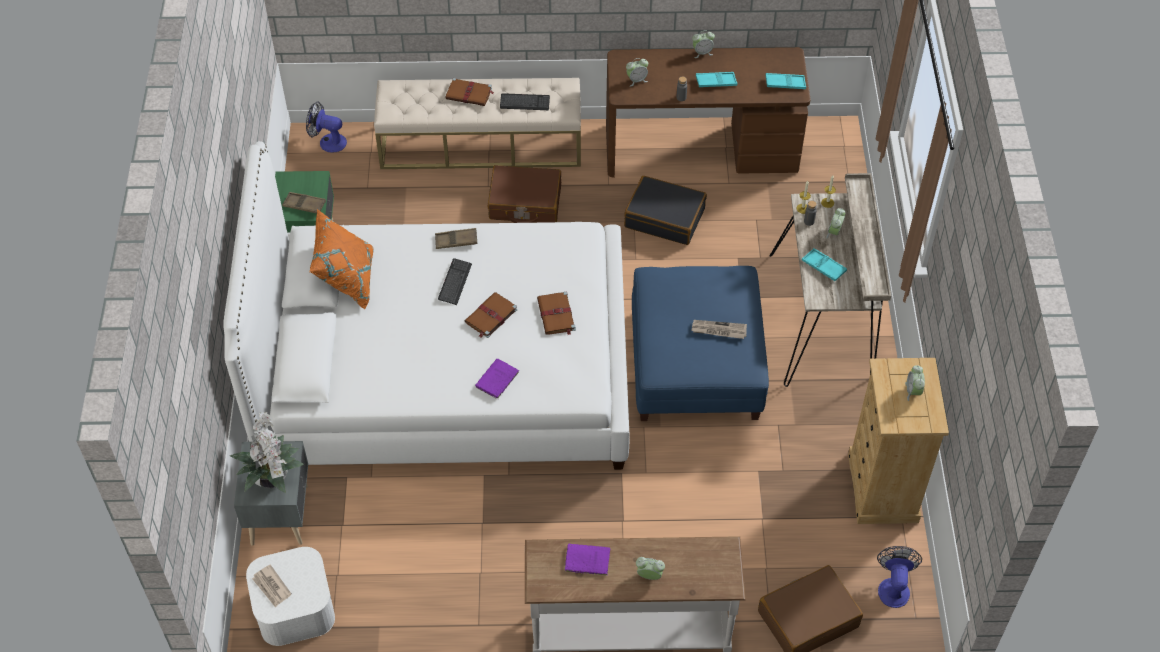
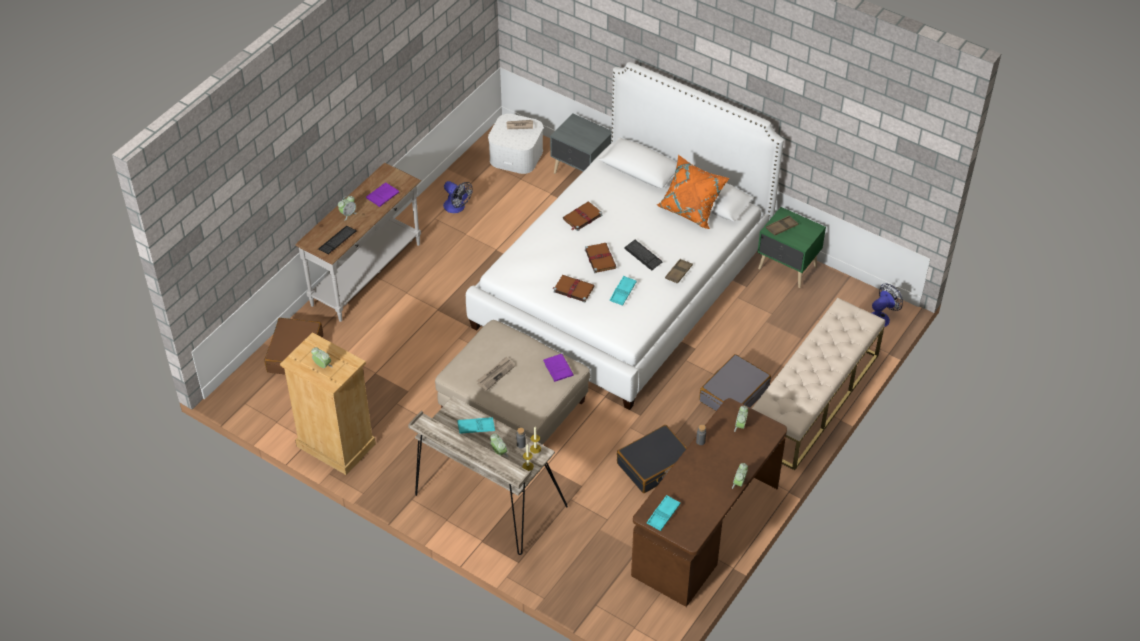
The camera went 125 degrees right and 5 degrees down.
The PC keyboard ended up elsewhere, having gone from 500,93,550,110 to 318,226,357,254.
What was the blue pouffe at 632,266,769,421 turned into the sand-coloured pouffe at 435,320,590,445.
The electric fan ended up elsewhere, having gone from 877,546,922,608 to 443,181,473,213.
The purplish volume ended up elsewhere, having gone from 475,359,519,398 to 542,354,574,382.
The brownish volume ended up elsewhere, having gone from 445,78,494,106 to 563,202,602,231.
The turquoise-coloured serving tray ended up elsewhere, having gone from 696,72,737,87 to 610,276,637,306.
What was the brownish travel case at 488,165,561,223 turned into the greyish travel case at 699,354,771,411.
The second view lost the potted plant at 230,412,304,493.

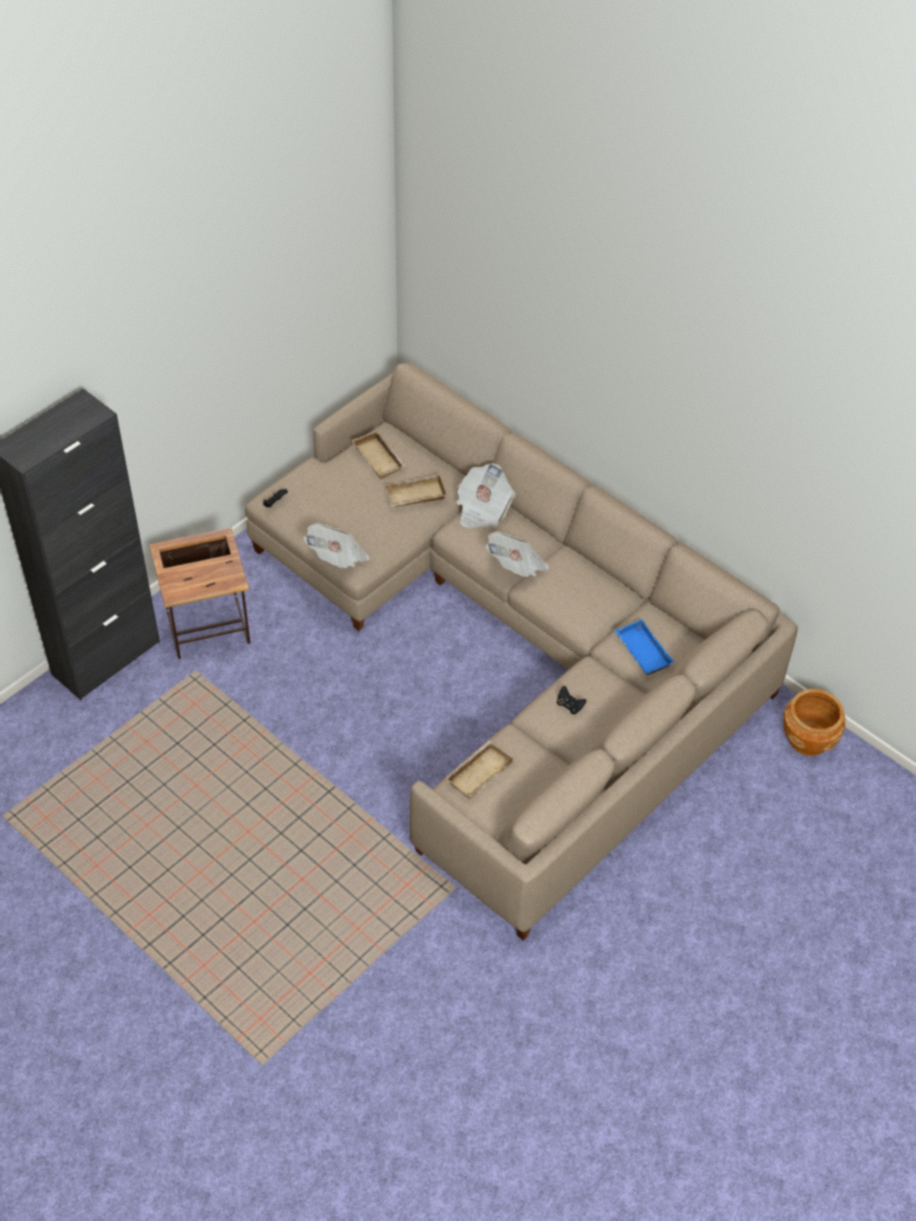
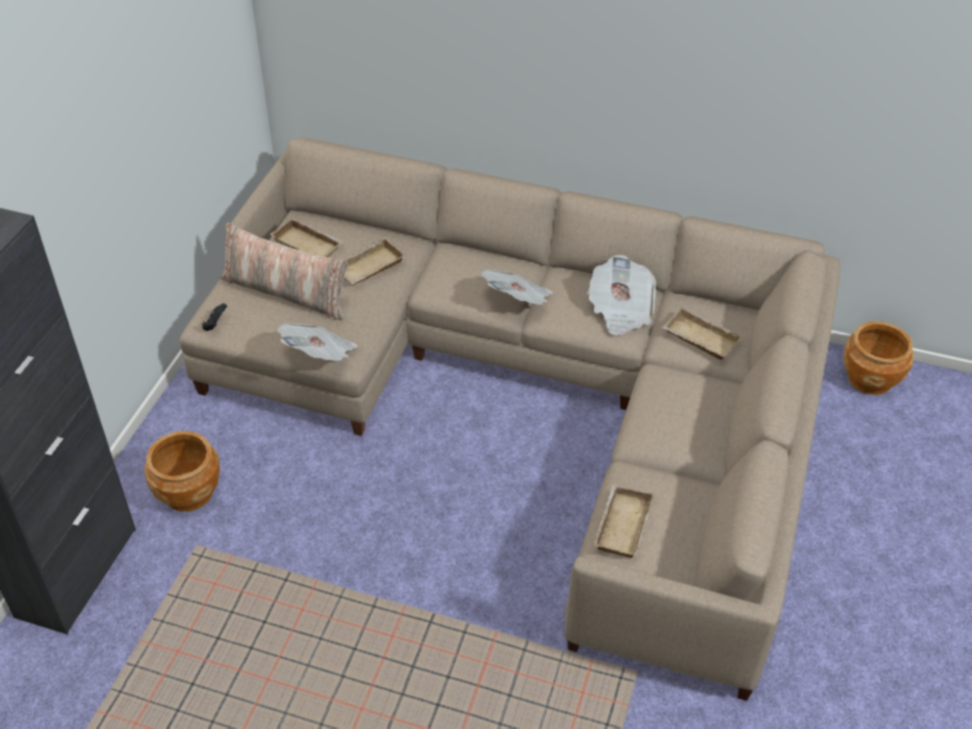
The camera went 25 degrees left and 5 degrees down.
Where the side table stood at 150,528,250,659, the brownish flower pot came to stand at 144,431,220,512.
The second view gained the pillow at 220,223,347,321.
The daily paper ended up elsewhere, having gone from 457,463,516,528 to 587,255,657,336.
What was the blue serving tray at 615,619,674,675 turned into the sand-coloured serving tray at 662,307,743,360.
The second view lost the blackish gamepad at 557,686,586,714.

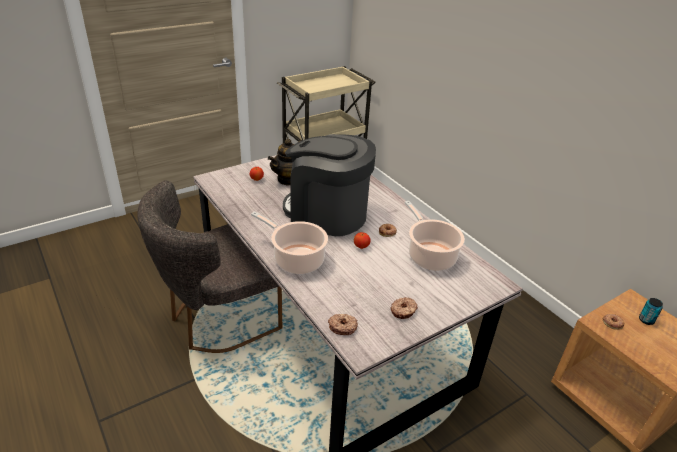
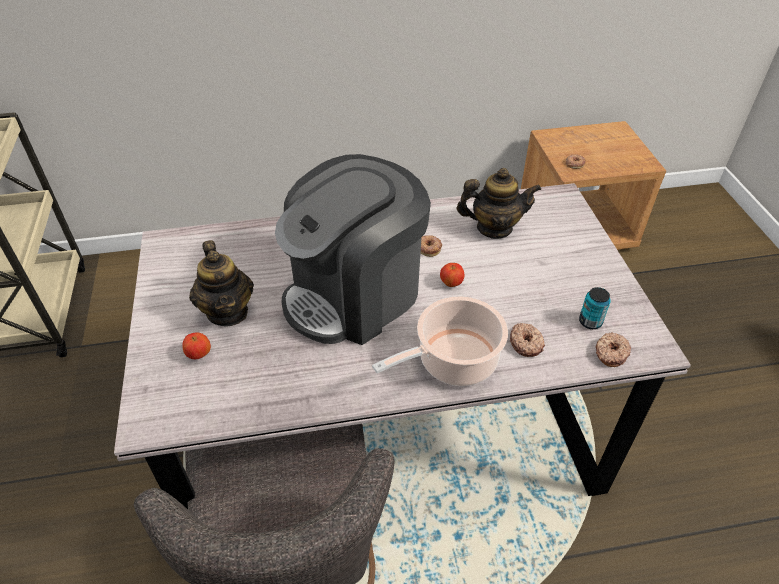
The camera went 65 degrees left and 10 degrees up.
Where the cooking pot stood at 405,201,465,271, the teapot came to stand at 457,168,541,239.
The ring doughnut ended up elsewhere, having gone from 390,297,418,319 to 510,323,545,357.
The metal can ended up elsewhere, having gone from 639,298,663,325 to 579,287,611,329.

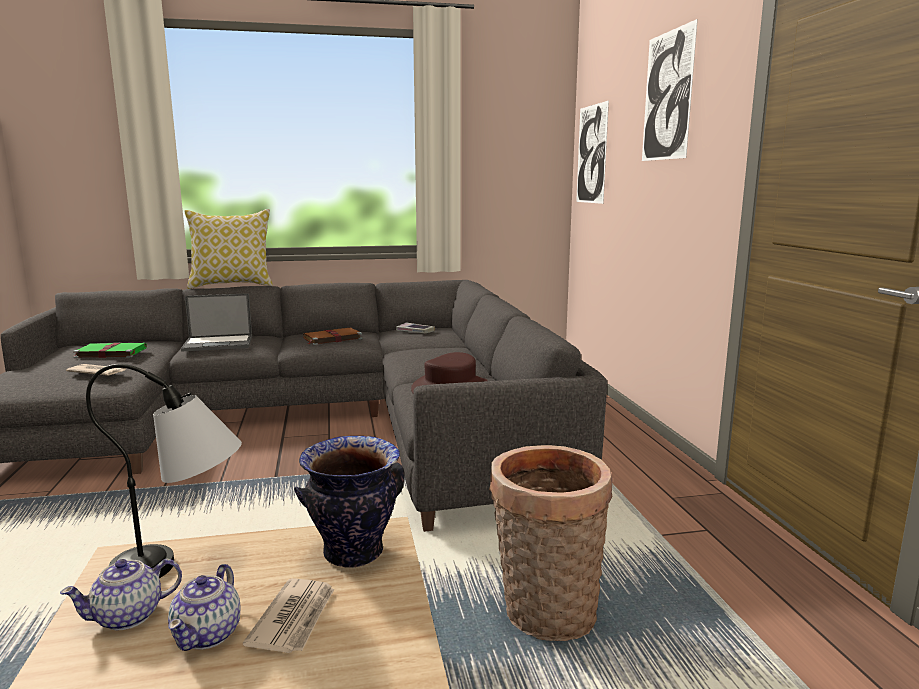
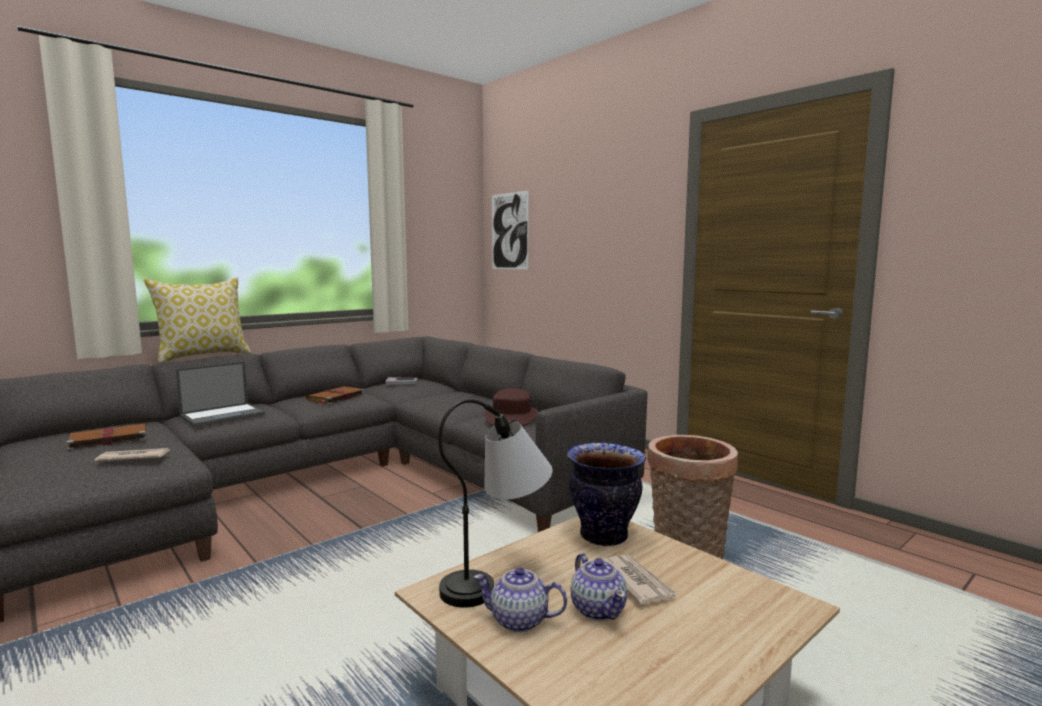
The camera went 30 degrees left and 5 degrees down.
What was the greenish volume at 73,343,147,358 turned into the brownish volume at 62,424,146,450.
The teapot at 60,559,182,630 ended up facing another way, 75 degrees clockwise from before.
The second view lost the wall picture at 642,19,698,161.

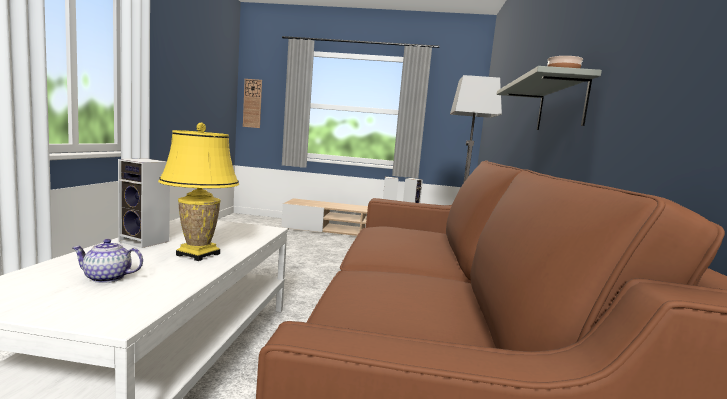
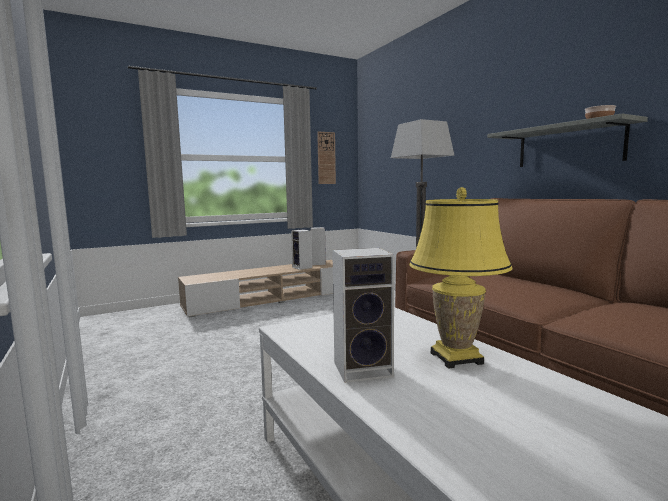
The camera went 35 degrees left and 0 degrees up.
The hanging clock ended up elsewhere, having gone from 243,79,262,128 to 317,131,336,184.
The second view lost the teapot at 72,239,143,283.

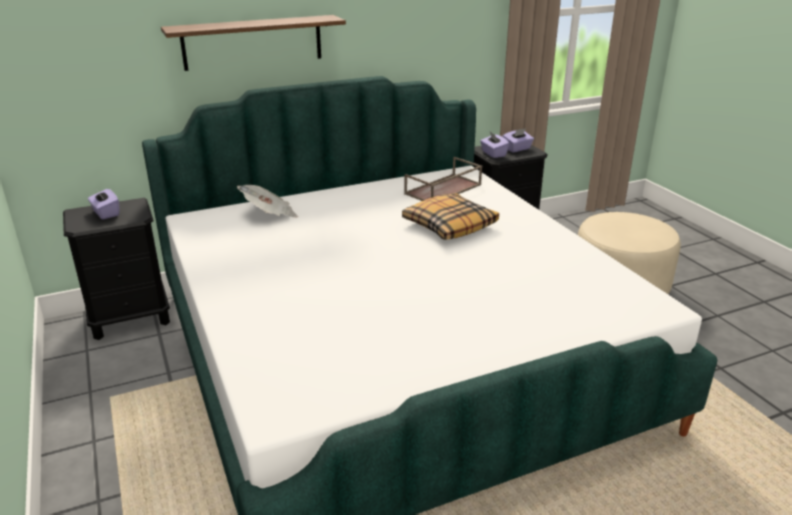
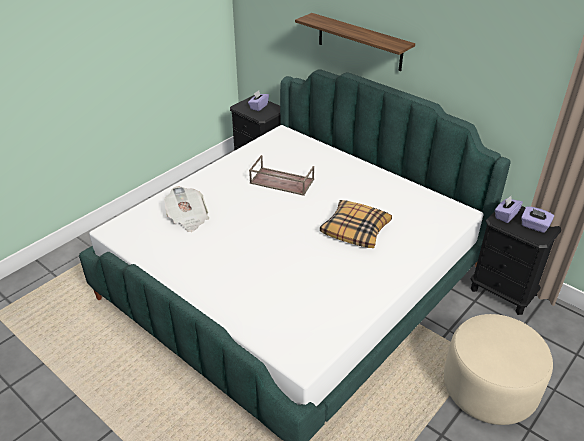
The camera went 65 degrees right and 10 degrees up.
The daily paper ended up elsewhere, having gone from 237,185,298,217 to 164,186,209,232.
The brownish serving tray ended up elsewhere, having gone from 404,157,482,201 to 249,155,314,196.

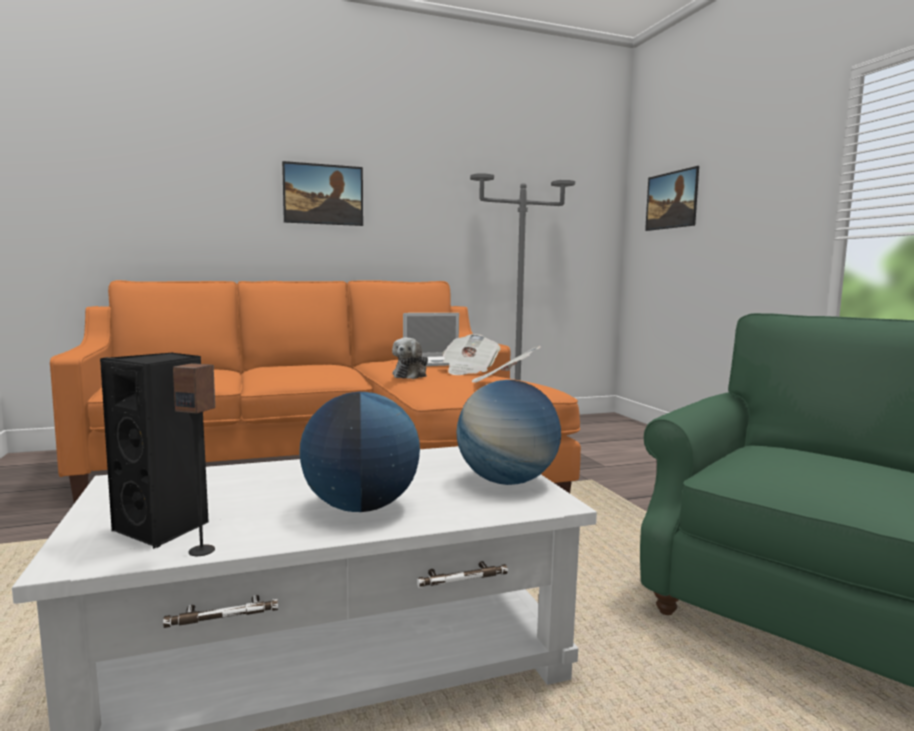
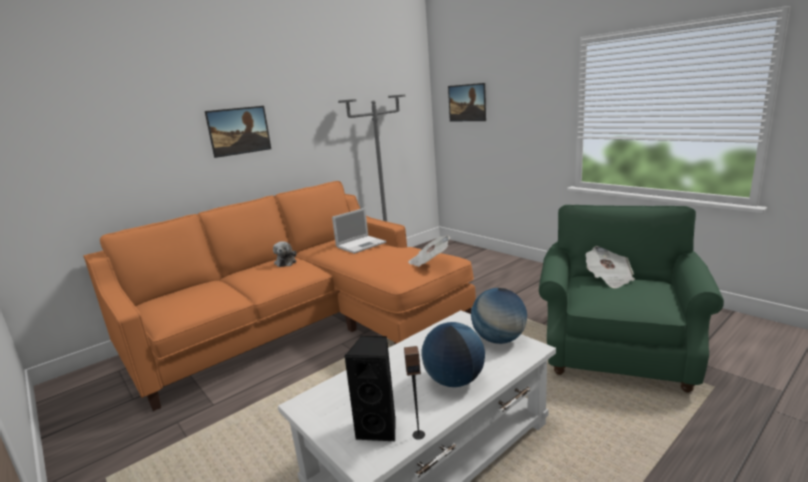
The camera went 20 degrees left and 10 degrees up.
The cuddly toy ended up elsewhere, having gone from 392,337,428,379 to 273,241,297,267.
The daily paper ended up elsewhere, having gone from 442,334,501,375 to 585,246,635,288.

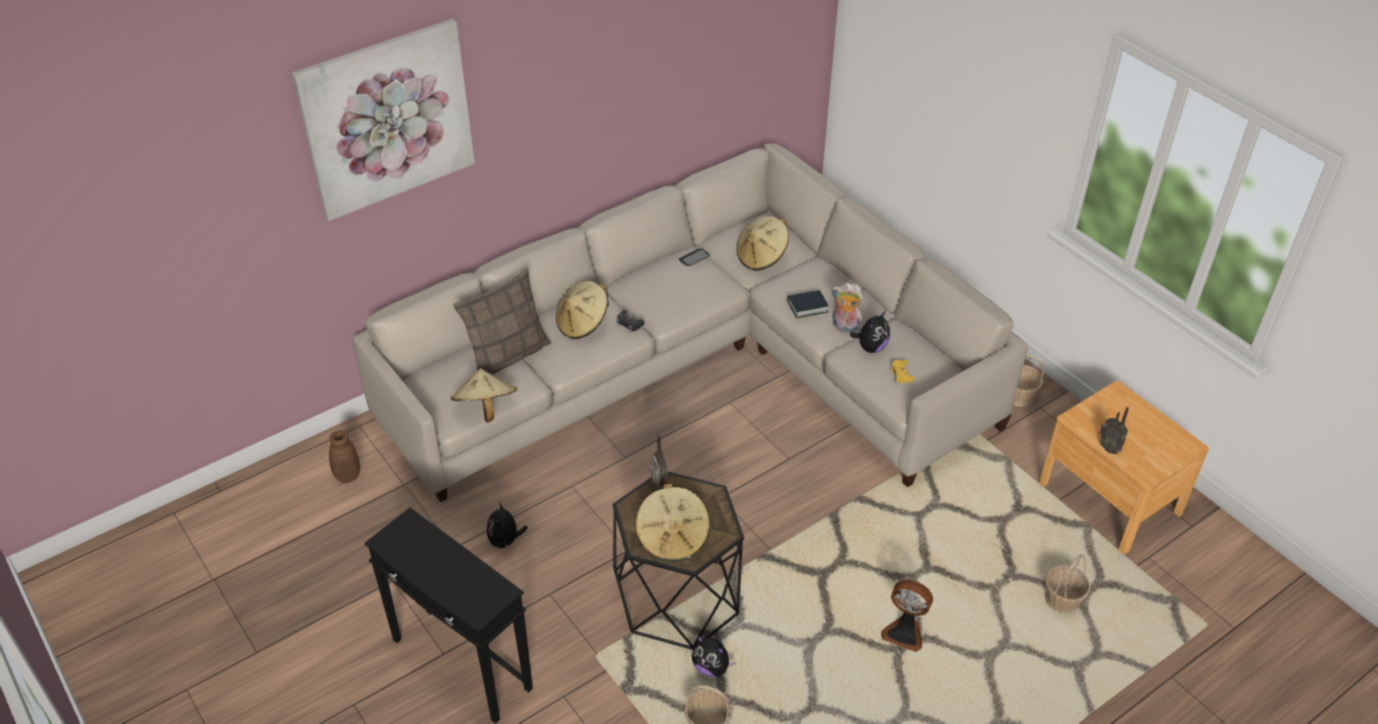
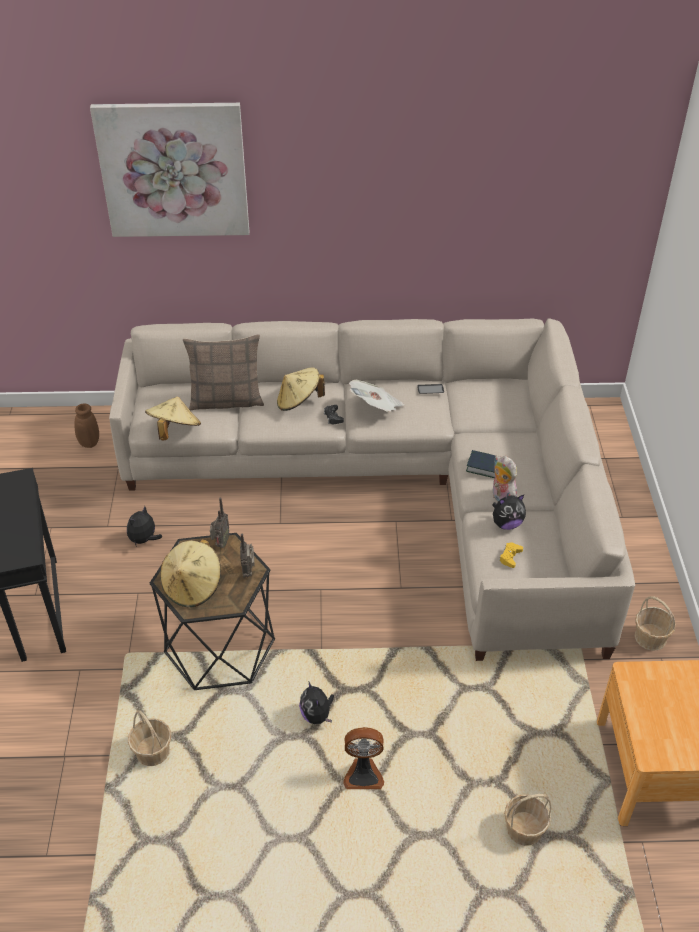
The camera went 35 degrees right and 0 degrees up.
The radio set ended up elsewhere, having gone from 1100,407,1129,454 to 240,534,255,578.
The cuddly toy ended up elsewhere, having gone from 692,636,736,677 to 299,681,334,724.
The electric fan at 881,579,933,652 ended up facing another way, 60 degrees counterclockwise from before.
The second view gained the daily paper at 349,380,405,412.
The second view lost the sand-coloured hat at 737,216,789,271.

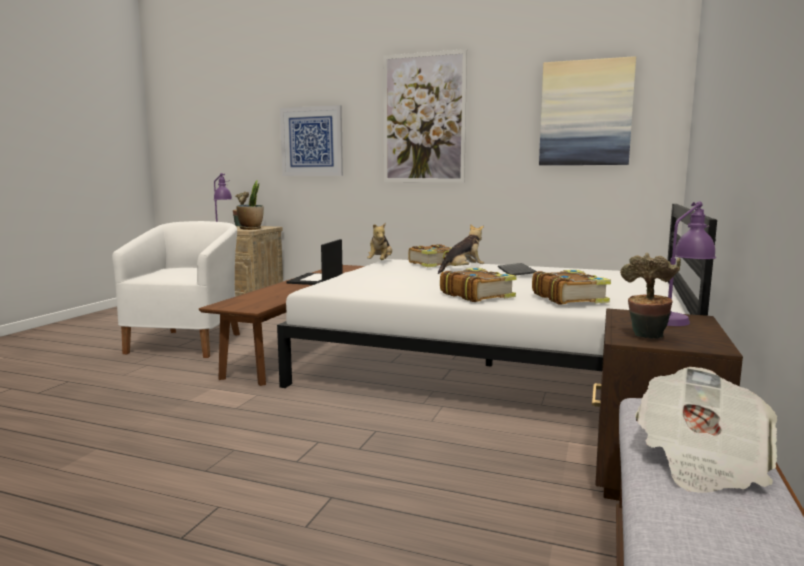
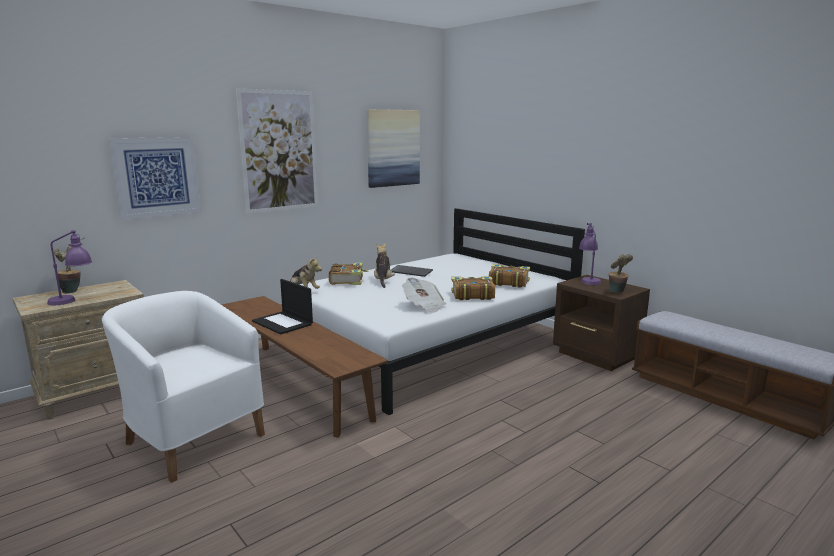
The camera went 60 degrees left and 5 degrees up.
The daily paper ended up elsewhere, having gone from 635,367,777,493 to 402,277,446,313.
The second view lost the potted plant at 236,180,264,230.

